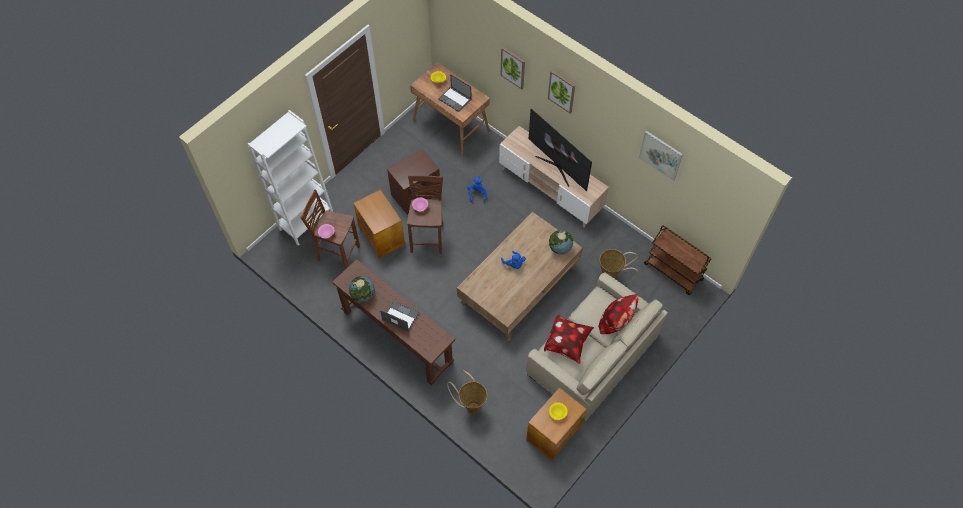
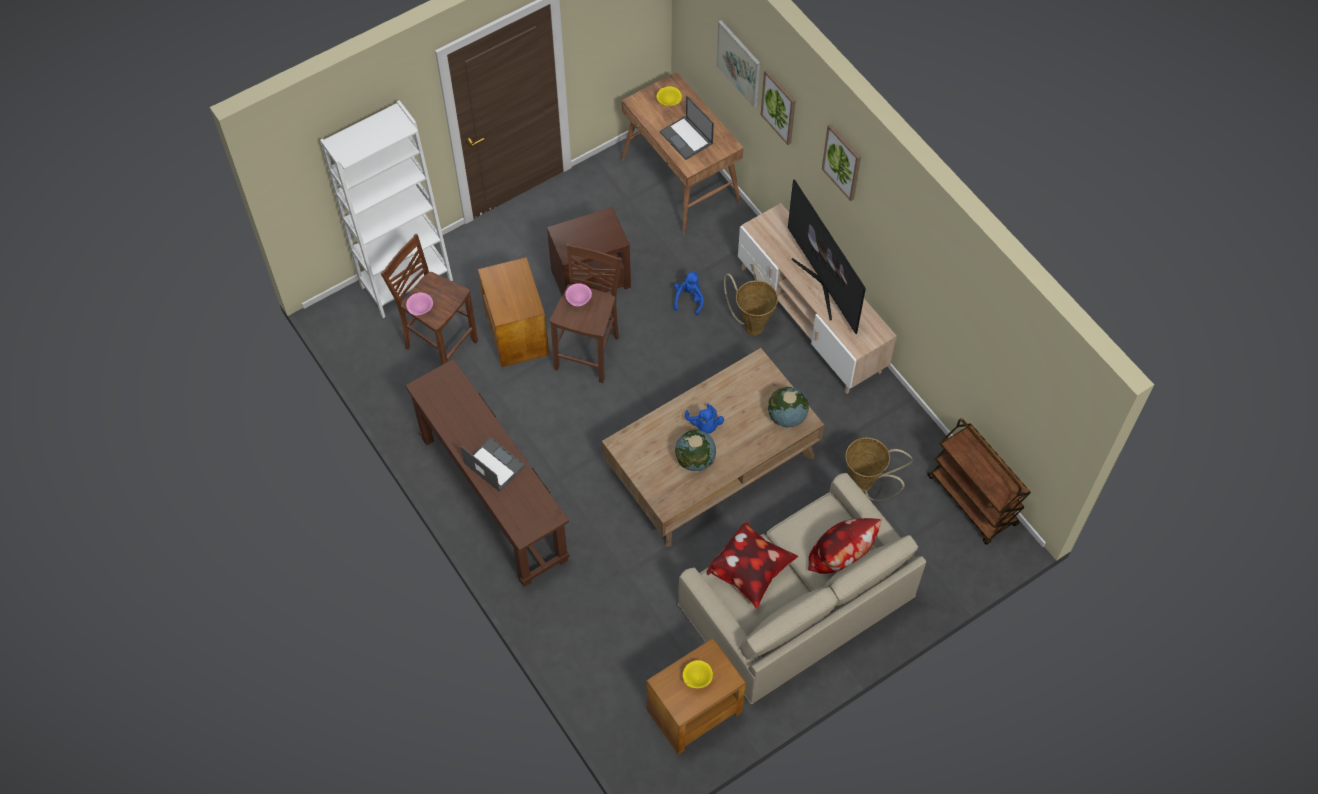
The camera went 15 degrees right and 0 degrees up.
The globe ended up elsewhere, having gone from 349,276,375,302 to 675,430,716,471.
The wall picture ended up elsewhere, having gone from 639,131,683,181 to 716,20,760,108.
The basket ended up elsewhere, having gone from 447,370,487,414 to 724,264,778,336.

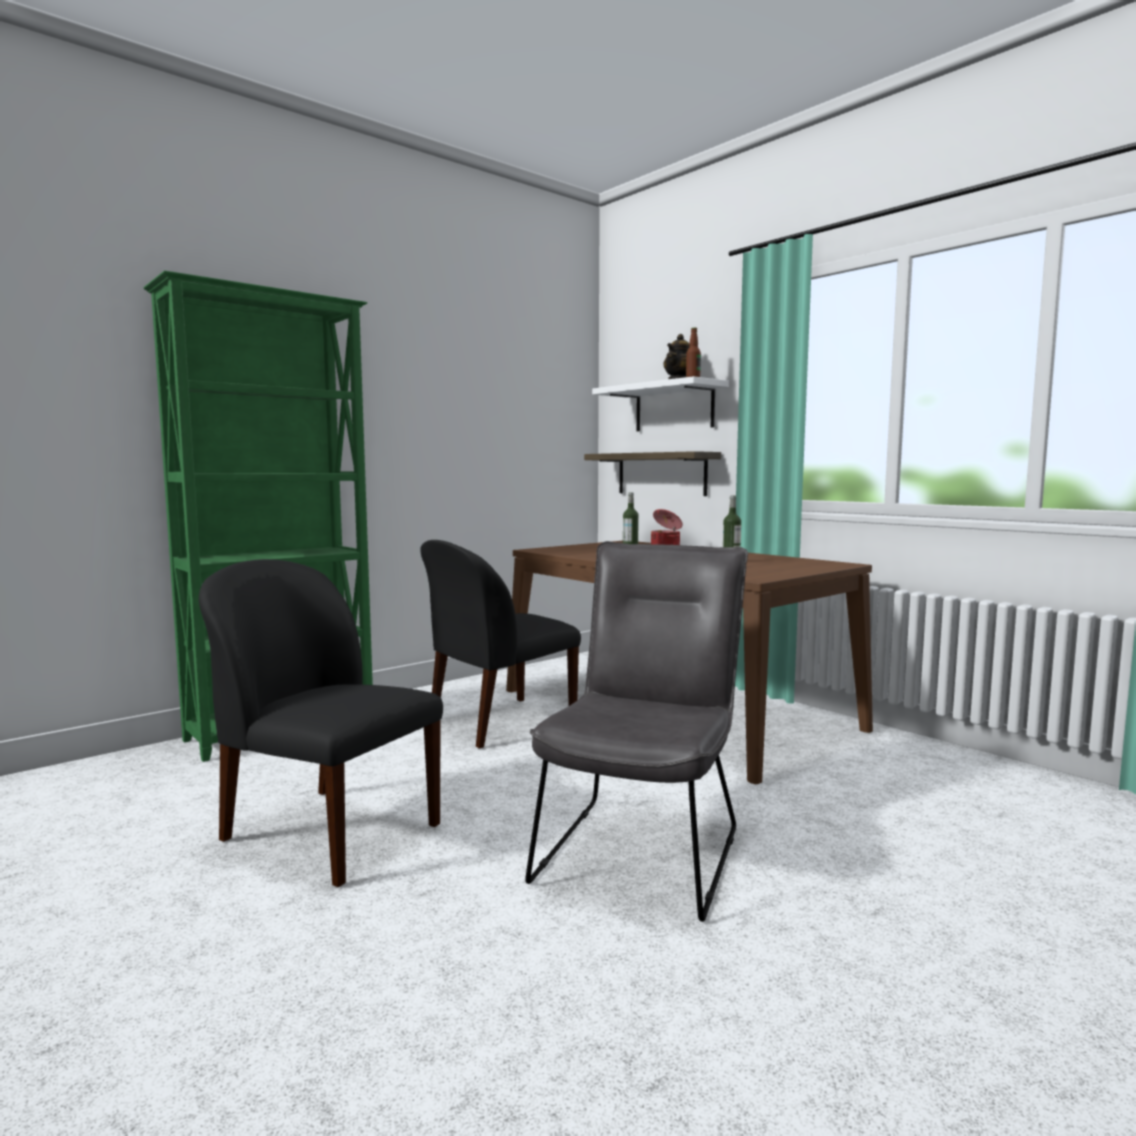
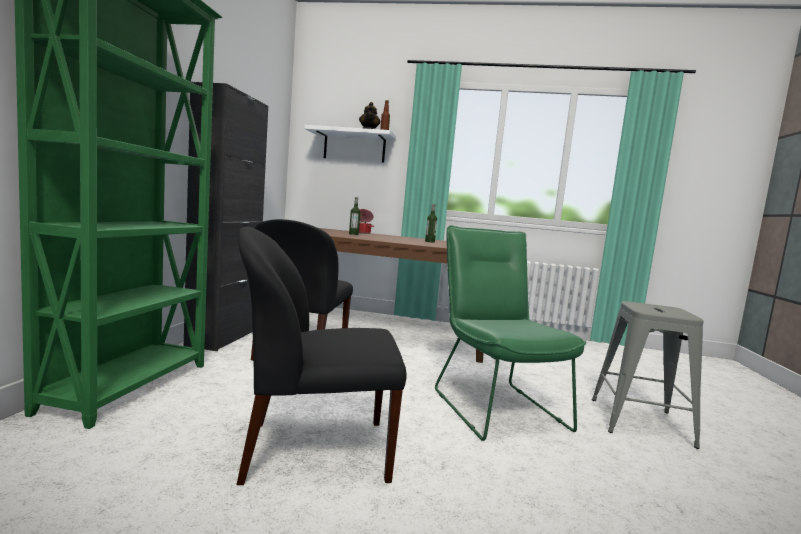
The camera went 40 degrees left and 0 degrees up.
The second view gained the blackish storage cabinet at 184,82,268,351.
What was the greyish upright chair at 525,541,748,922 turned into the greenish upright chair at 435,225,586,441.
The second view gained the greyish sitting stool at 592,301,704,449.
The second view lost the wall shelf at 584,451,721,496.

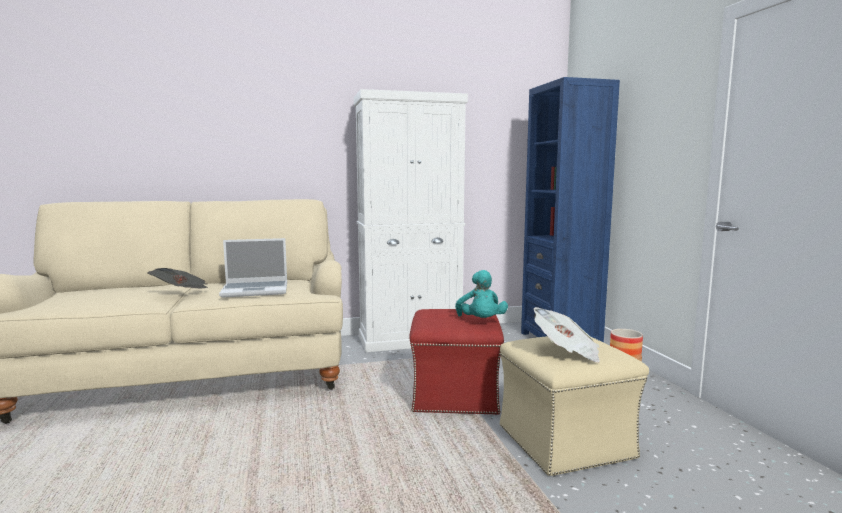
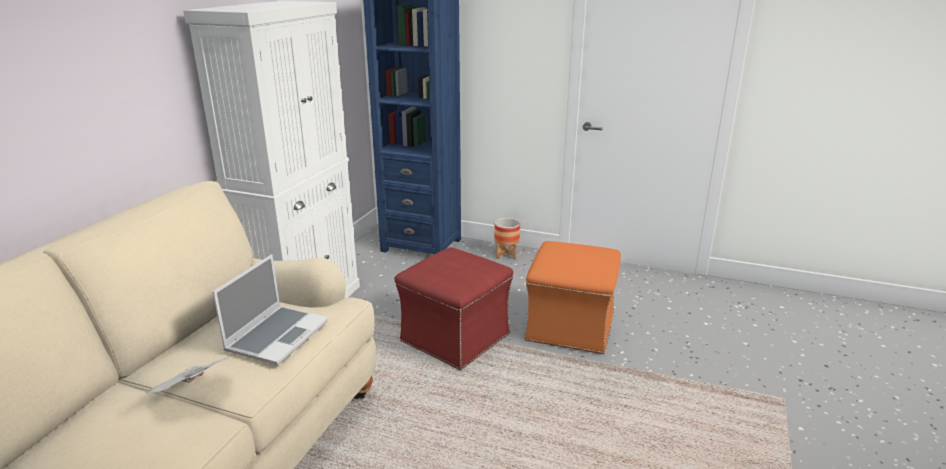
The camera went 55 degrees left and 15 degrees up.
What was the sand-coloured pouffe at 500,336,649,476 turned into the orange pouffe at 525,241,621,354.
The second view lost the turquoise-coloured cuddly toy at 455,270,508,318.
The second view lost the daily paper at 533,307,600,363.

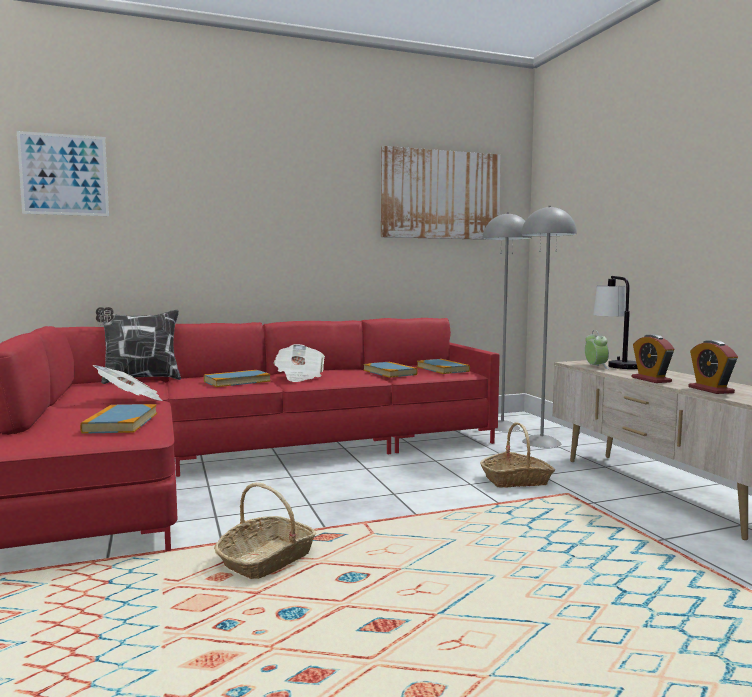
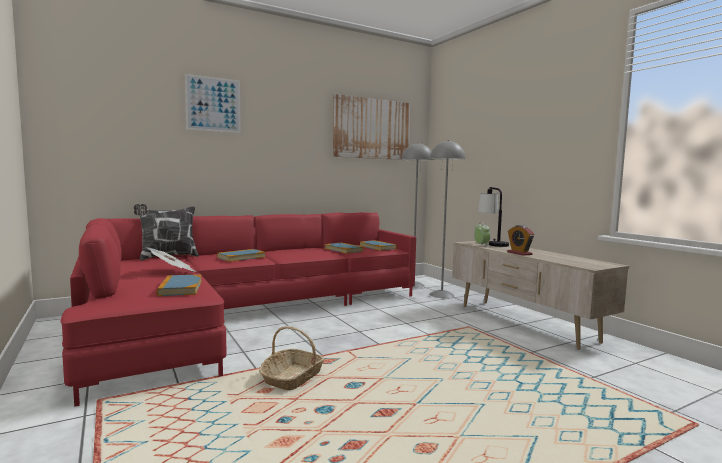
The camera went 10 degrees left and 0 degrees up.
The wall picture ended up elsewhere, having gone from 17,131,109,216 to 185,74,241,133.
The second view lost the daily paper at 274,344,325,382.
The second view lost the basket at 480,422,555,488.
The second view lost the table clock at 688,340,738,394.

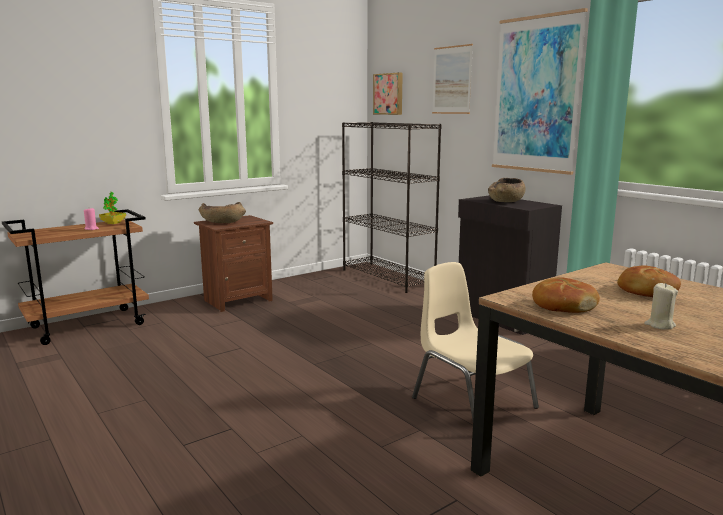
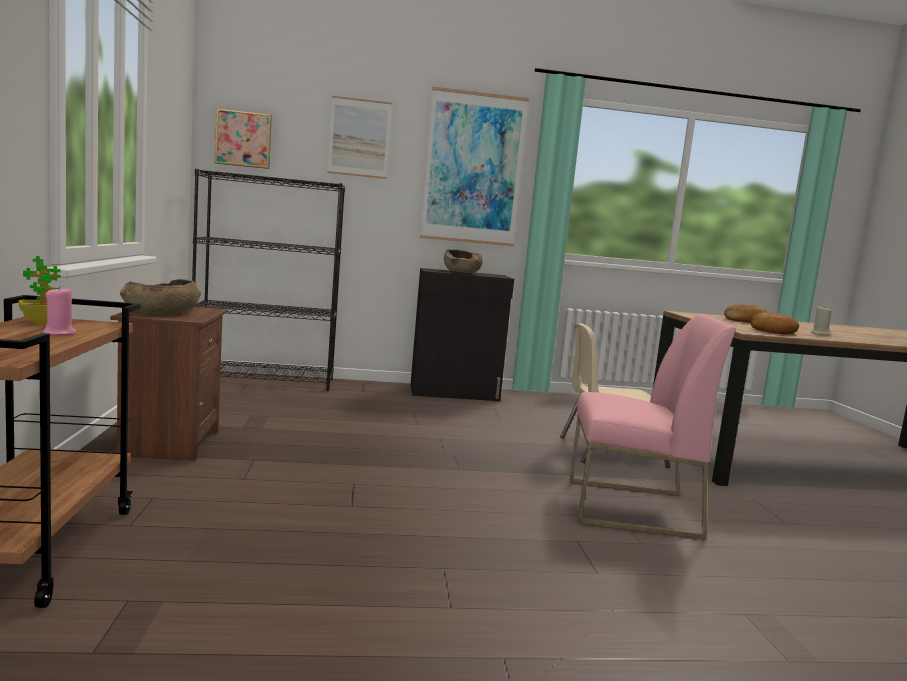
The camera went 60 degrees left and 5 degrees down.
The second view gained the pinkish upright chair at 569,314,736,540.

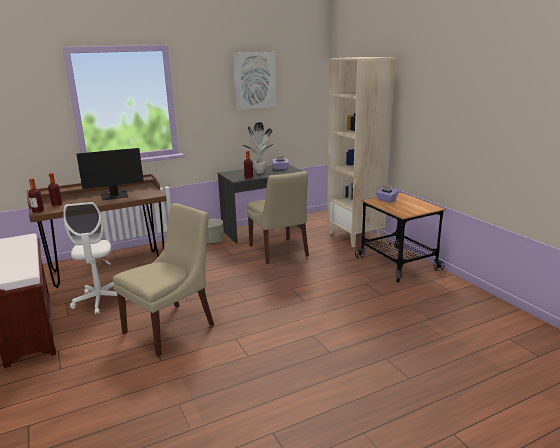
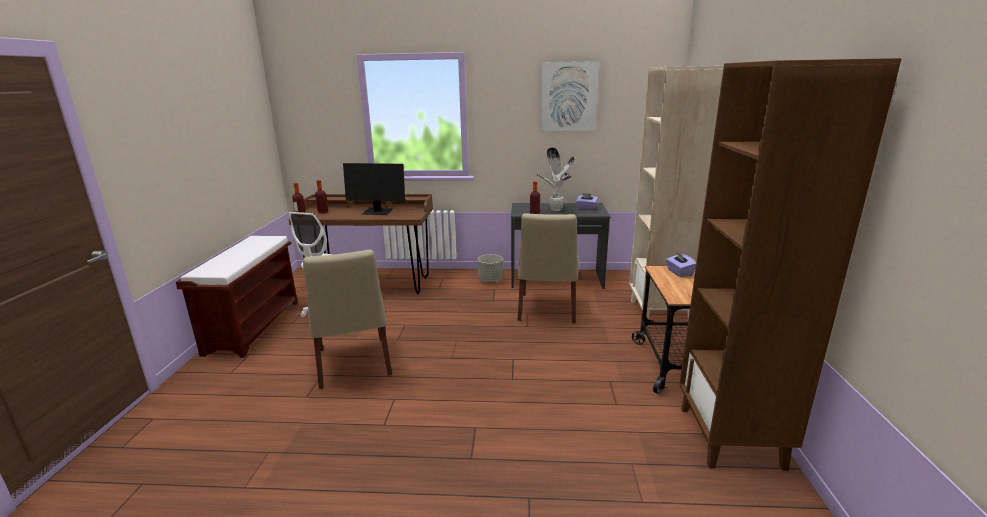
The camera went 30 degrees right and 0 degrees up.
The sand-coloured upright chair at 113,203,214,357 ended up facing another way, 90 degrees clockwise from before.
The second view gained the brownish bookcase at 679,58,902,471.

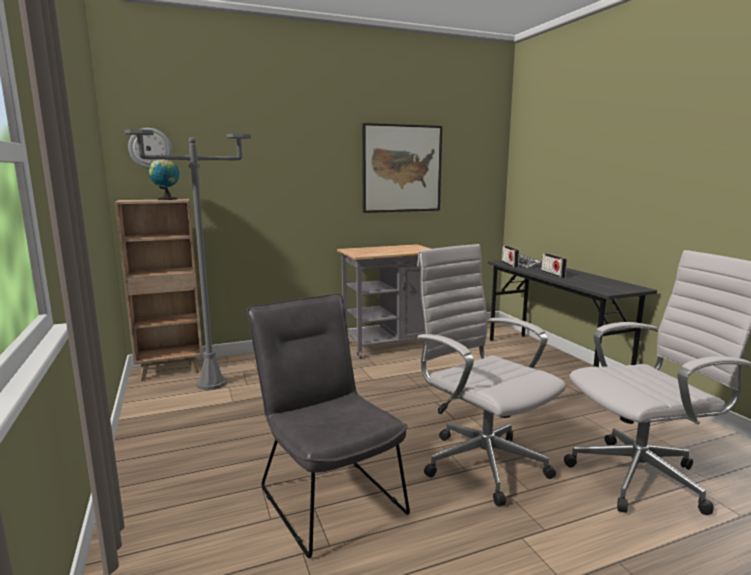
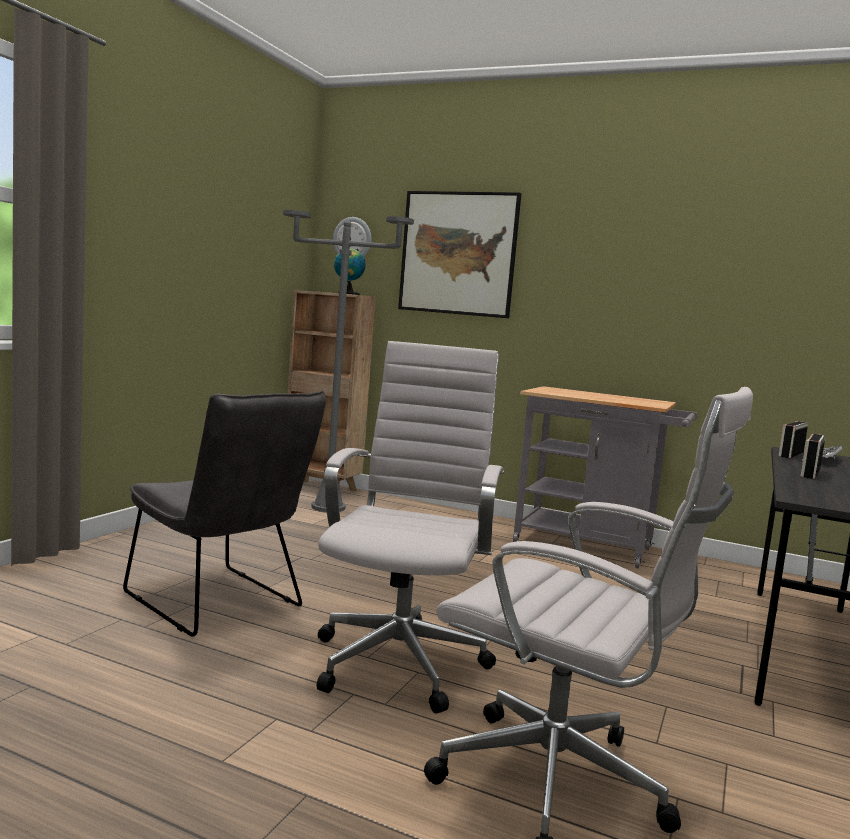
The camera went 45 degrees right and 5 degrees down.
The greyish upright chair at 247,294,410,558 ended up facing another way, 120 degrees clockwise from before.
The wall picture ended up elsewhere, having gone from 362,123,442,213 to 398,191,521,318.

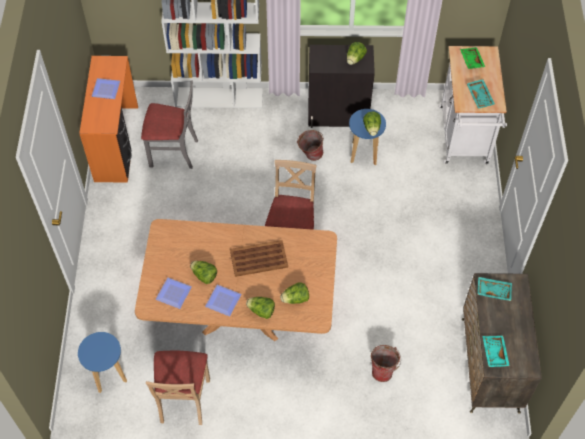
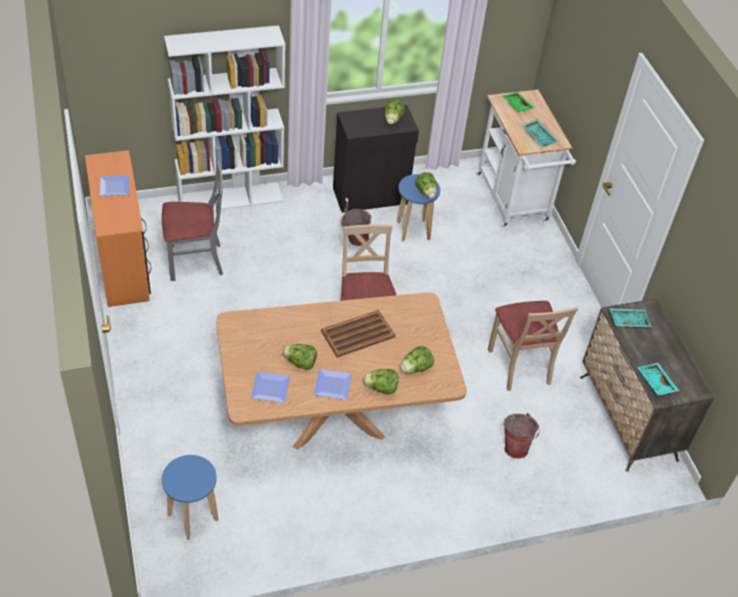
The camera went 20 degrees left and 10 degrees down.
The sand-coloured upright chair ended up elsewhere, having gone from 146,351,210,425 to 488,301,578,391.

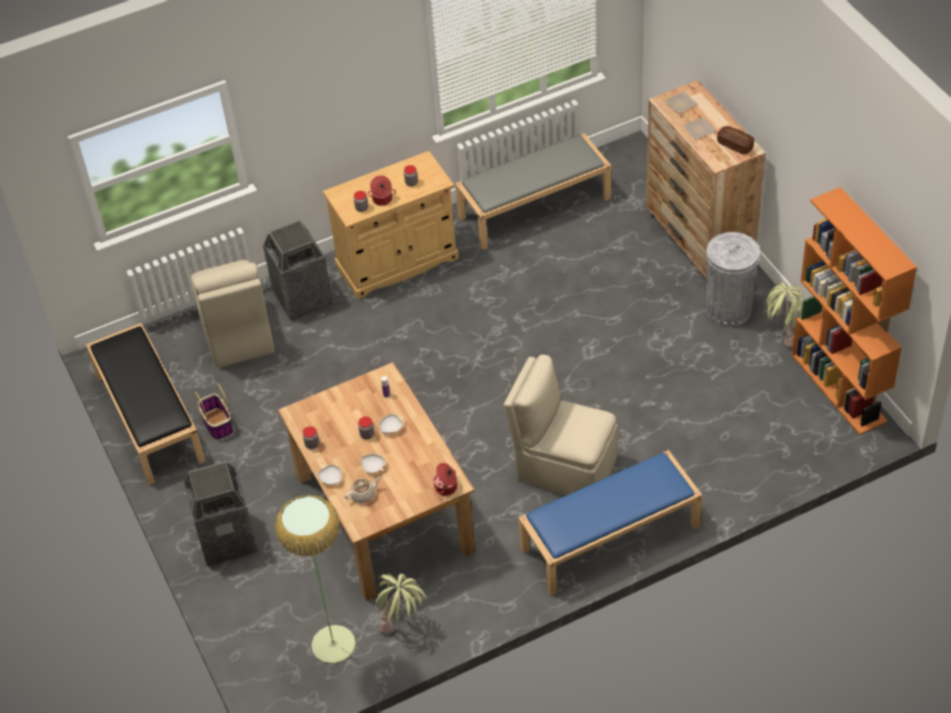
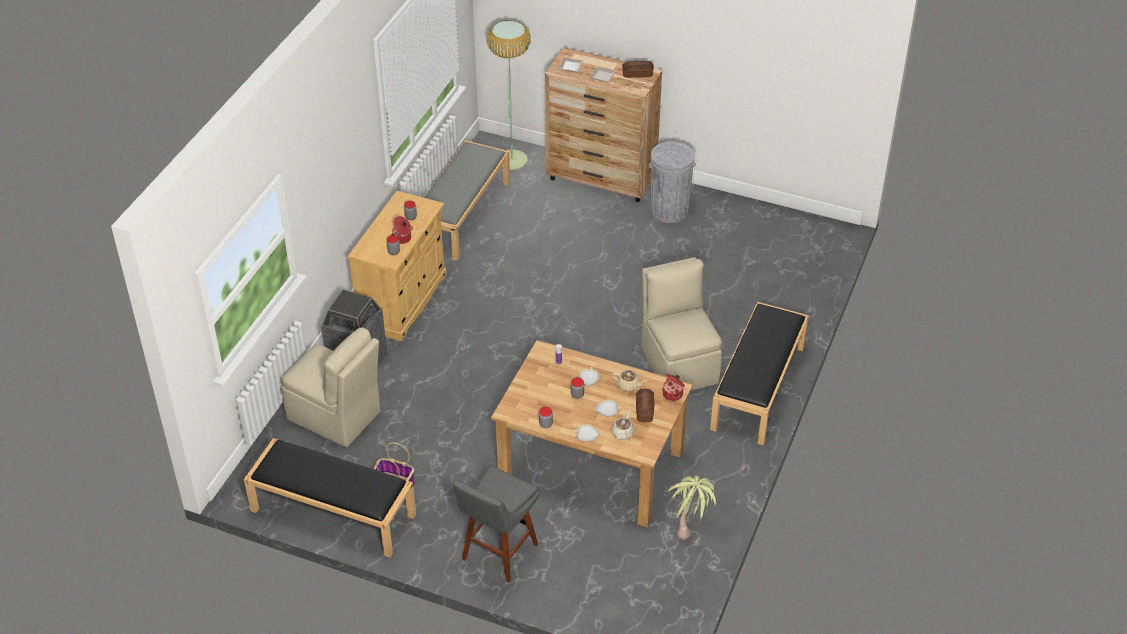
The camera went 45 degrees left and 5 degrees down.
Where the trash can stood at 183,461,258,566, the greyish sitting stool came to stand at 453,466,539,582.
The floor lamp ended up elsewhere, having gone from 275,495,356,664 to 487,20,531,170.
The second view gained the sand-coloured teapot at 612,370,647,391.
The second view gained the bread at 636,389,654,422.
The sand-coloured upright chair at 503,354,618,496 ended up facing another way, 90 degrees clockwise from before.
What was the blue bench at 518,450,702,596 turned into the blackish bench at 710,302,809,445.
The second view lost the potted plant at 764,282,805,348.
The second view lost the orange bookcase at 792,187,917,435.

